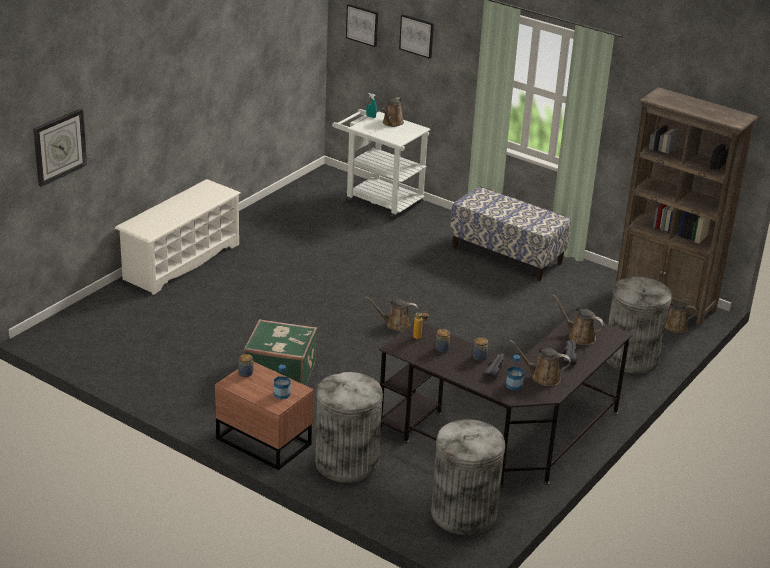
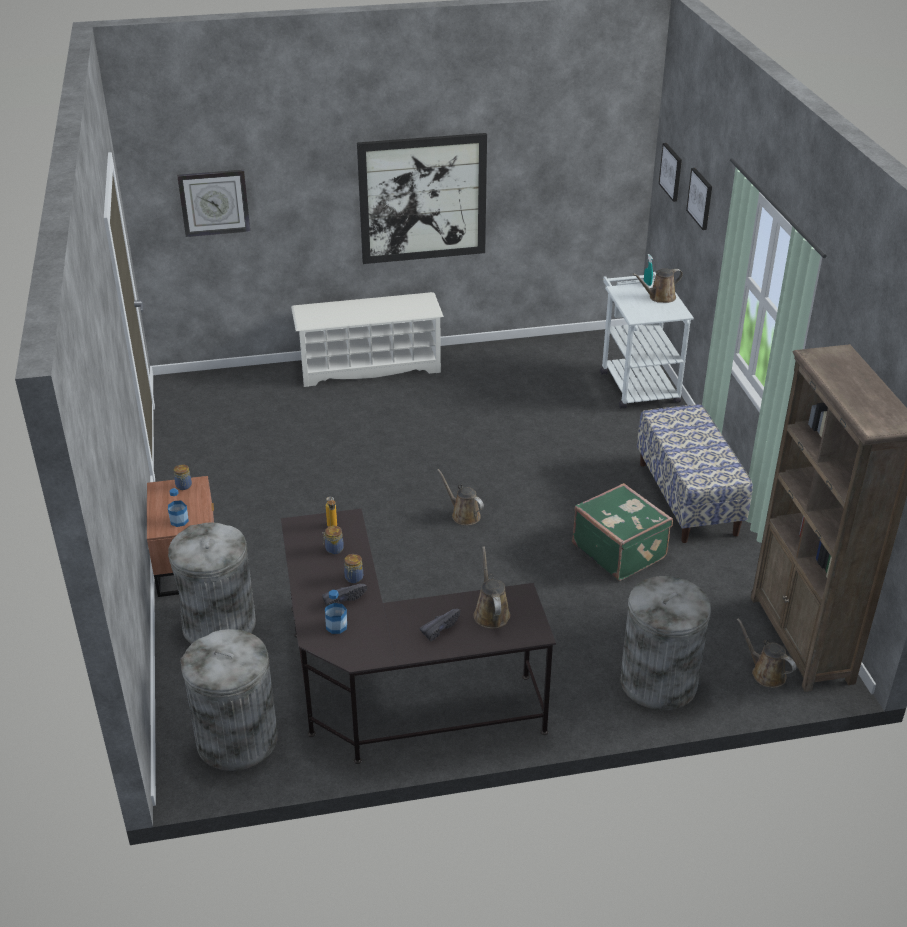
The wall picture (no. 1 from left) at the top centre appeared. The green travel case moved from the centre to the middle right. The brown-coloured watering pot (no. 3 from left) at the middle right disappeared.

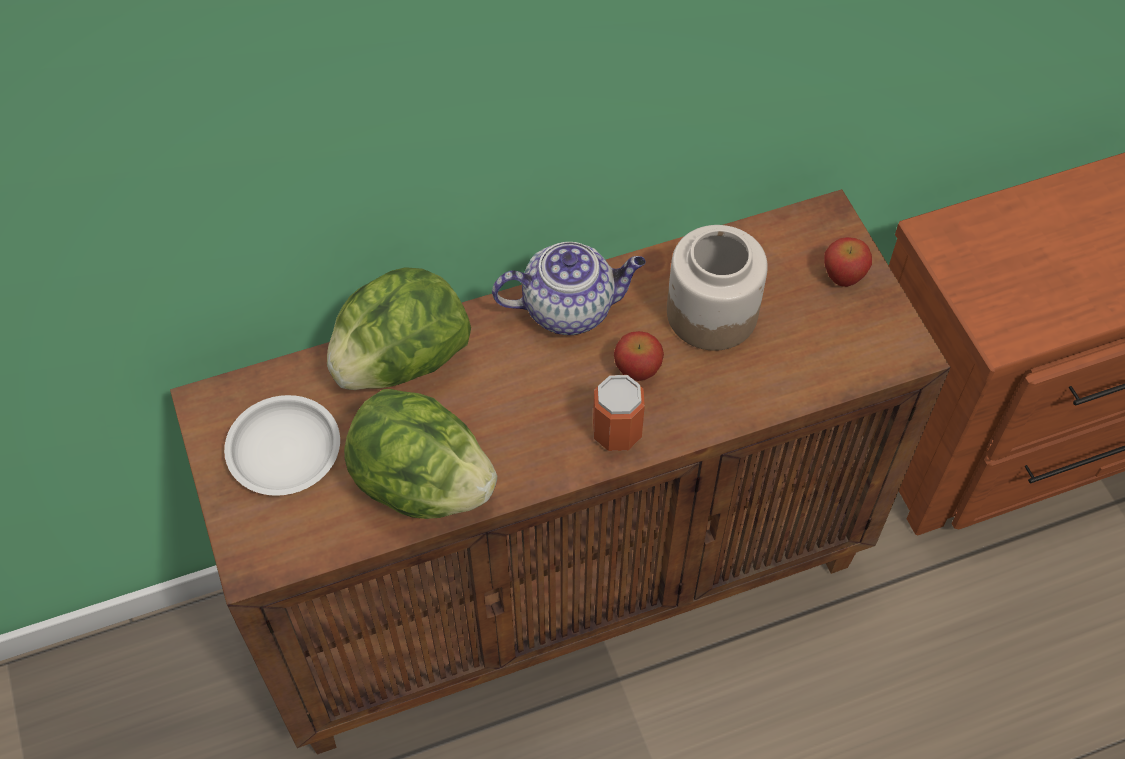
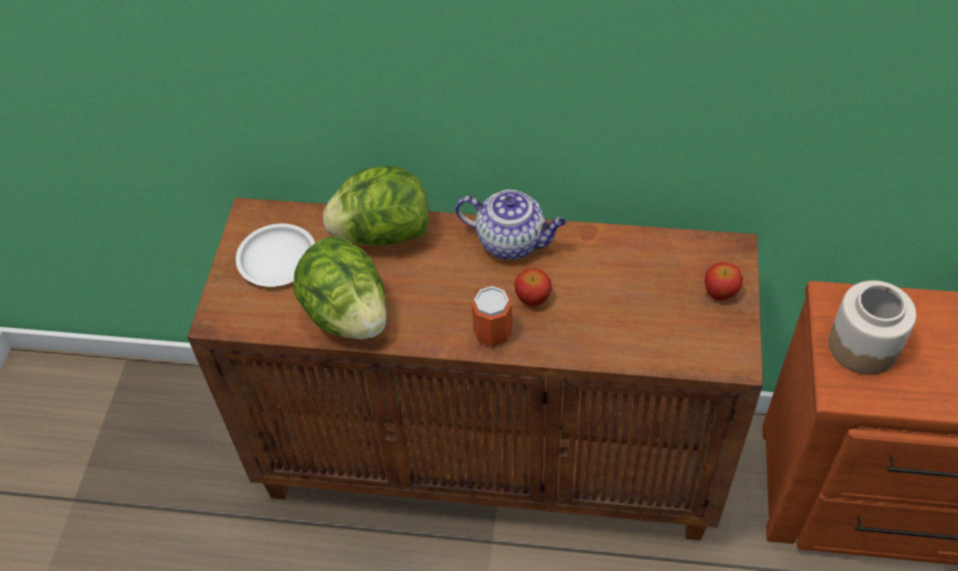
The jar moved from the centre to the middle right.

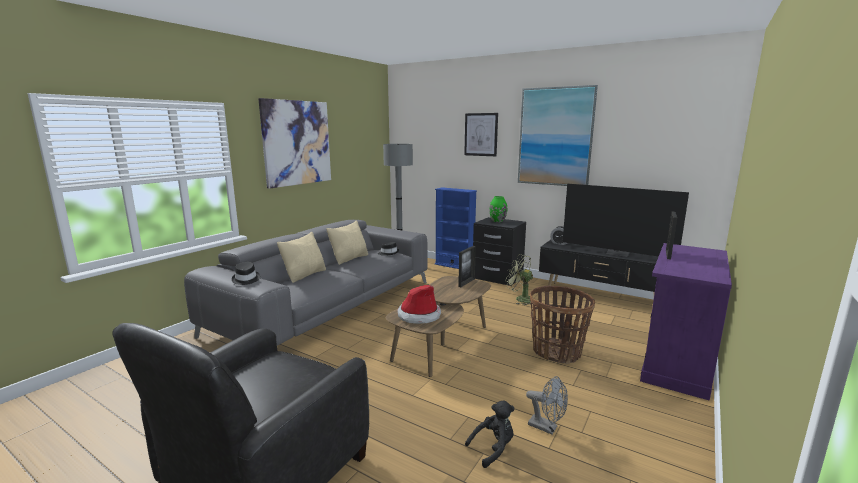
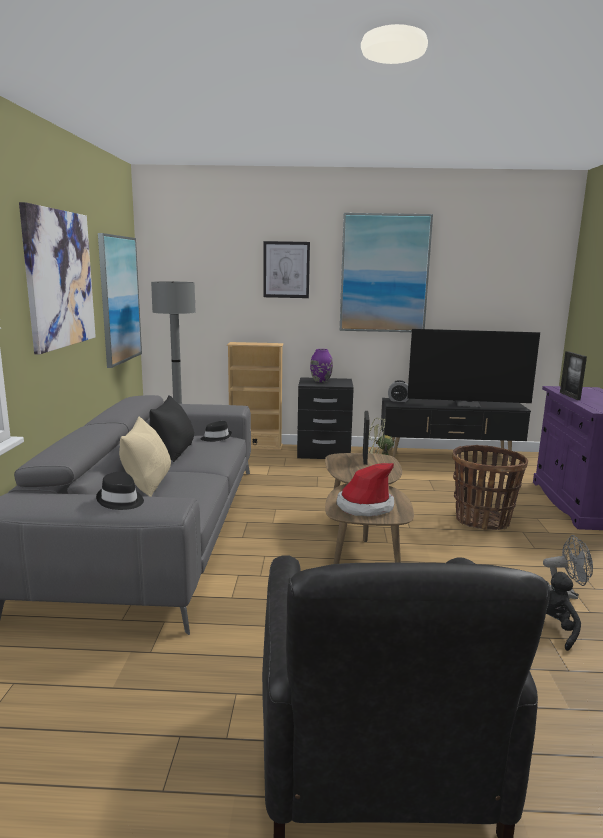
The wall picture (no. 2 from left) at the middle left appeared. The sand-coloured cushion (no. 2 from left) at the centre became the blackish cushion at the middle left. The blue shelving unit at the centre became the sand-coloured shelving unit at the centre. The green vase at the centre became the purplish vase at the centre.

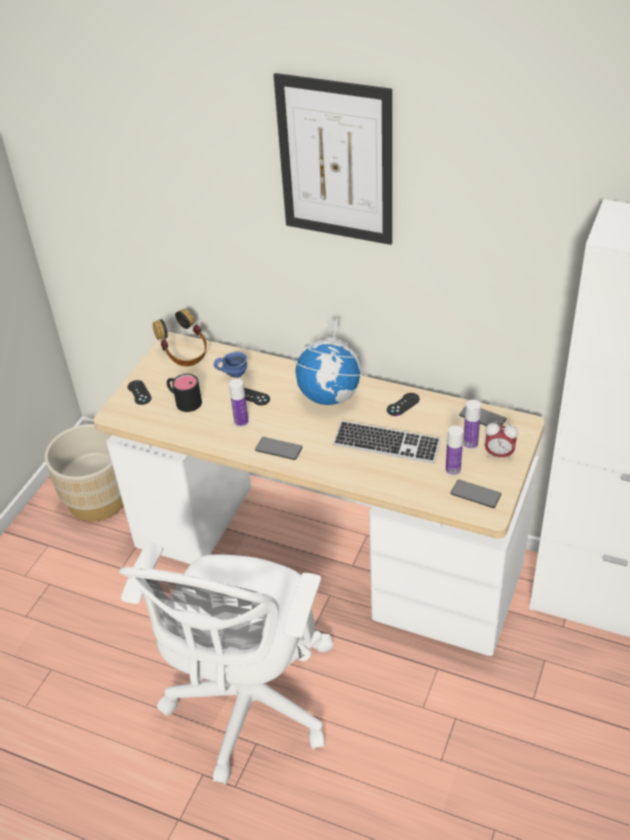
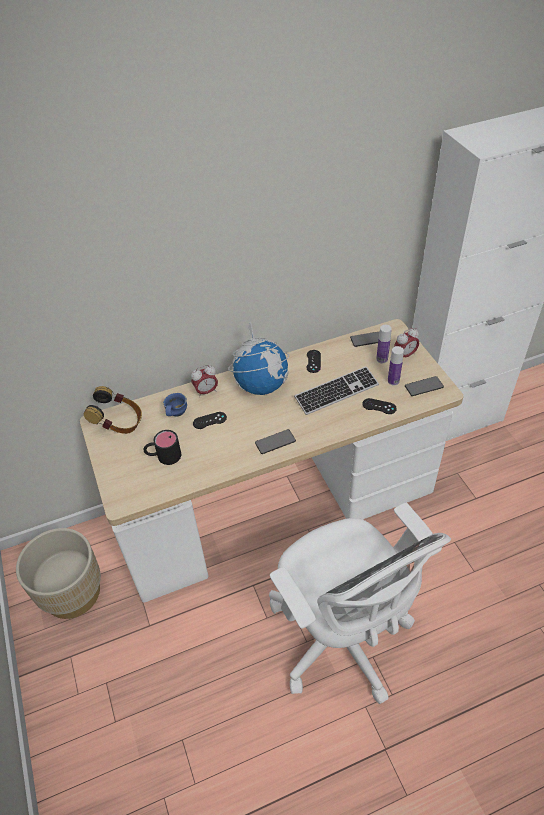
The table clock (no. 1 from left) at the centre appeared. The blackish joypad (no. 1 from left in the first image) moved from the middle left to the middle right. The bottle (no. 1 from left) at the centre disappeared. The wall picture at the top centre disappeared.

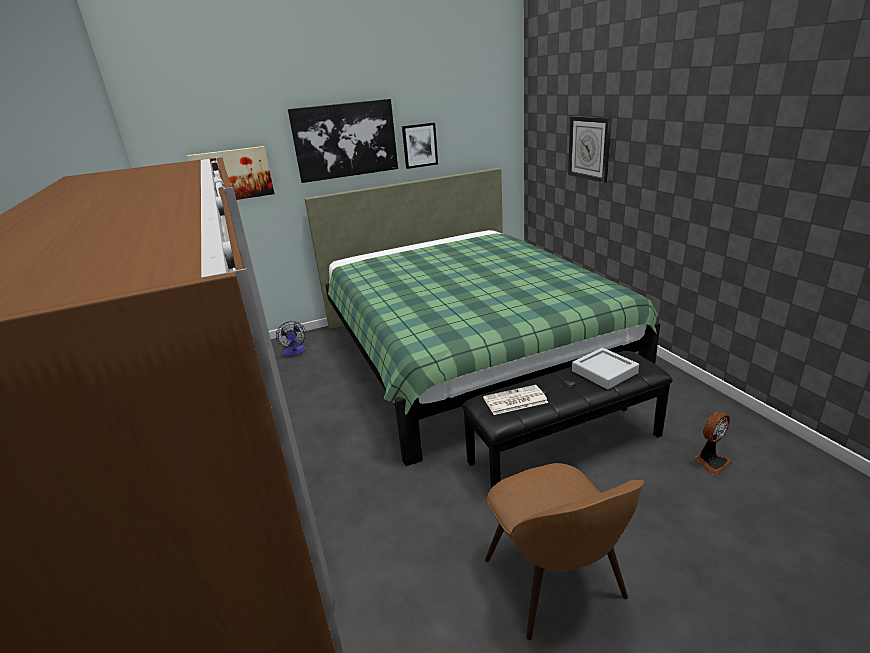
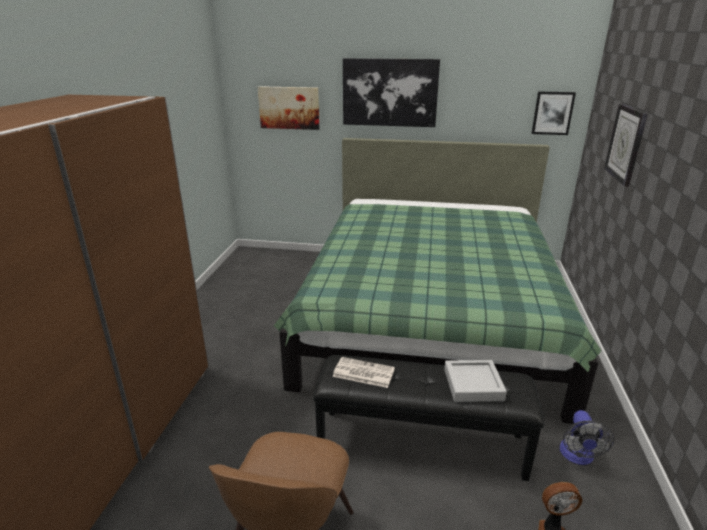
The wall picture (no. 3 from left) moved from the top centre to the top right. The electric fan (no. 1 from left in the first image) moved from the centre to the bottom right.

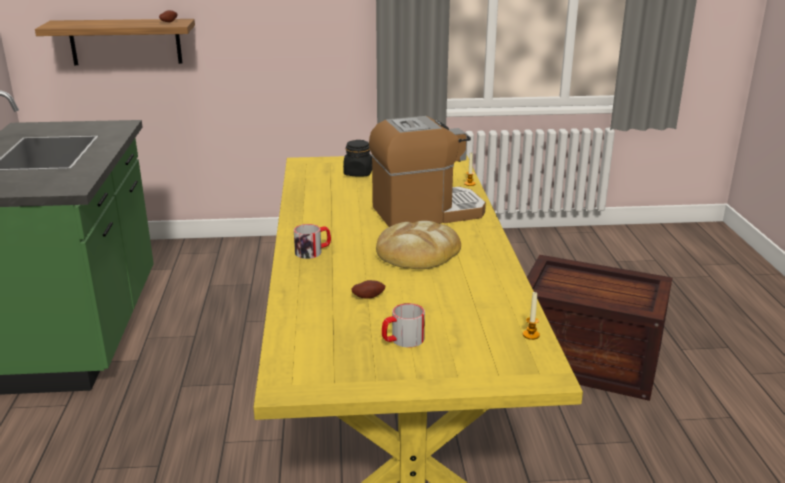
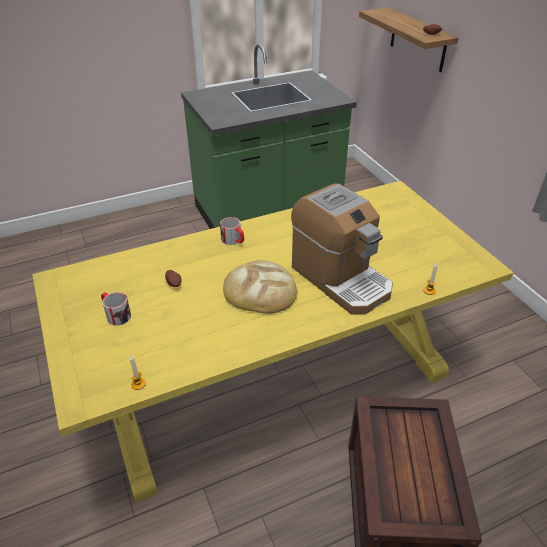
The blackish jar at the top centre disappeared.

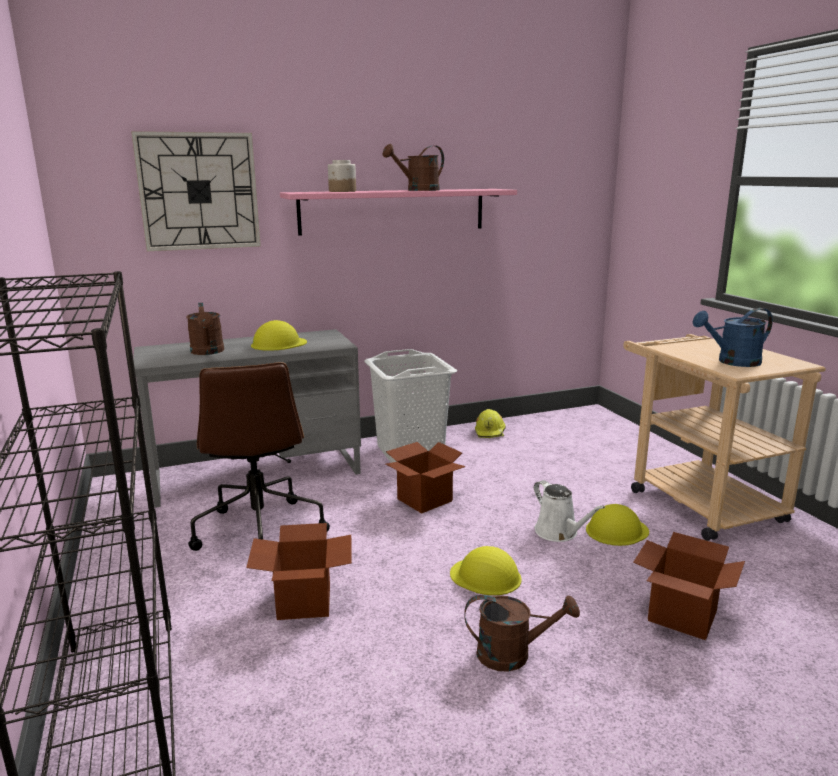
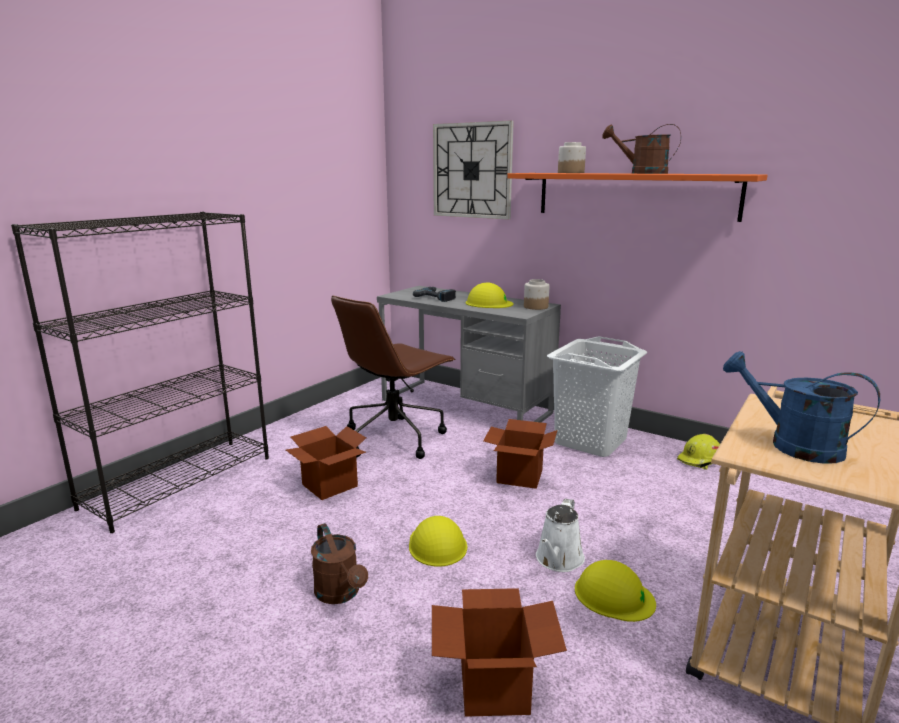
The brown-coloured watering pot (no. 1 from left) at the middle left was replaced by the power drill at the centre. The pink bracket shelf at the top centre became the orangey bracket shelf at the top right. The jar (no. 1 from left) at the centre appeared.

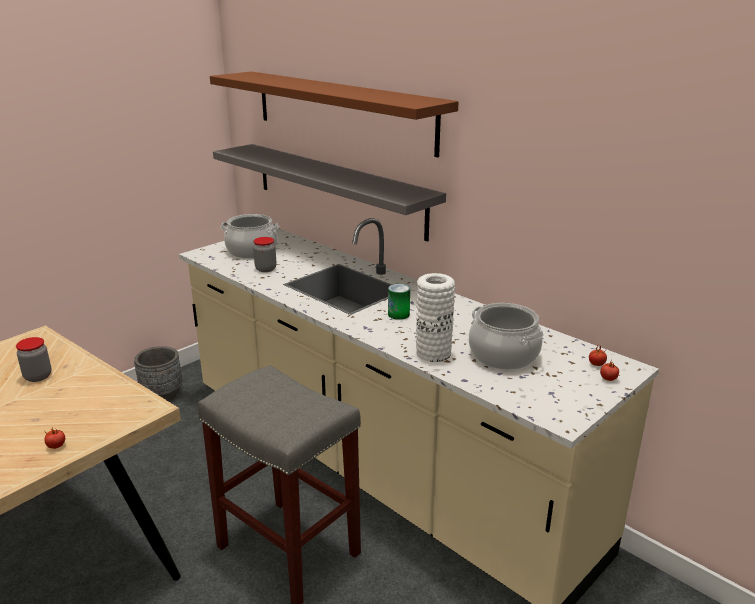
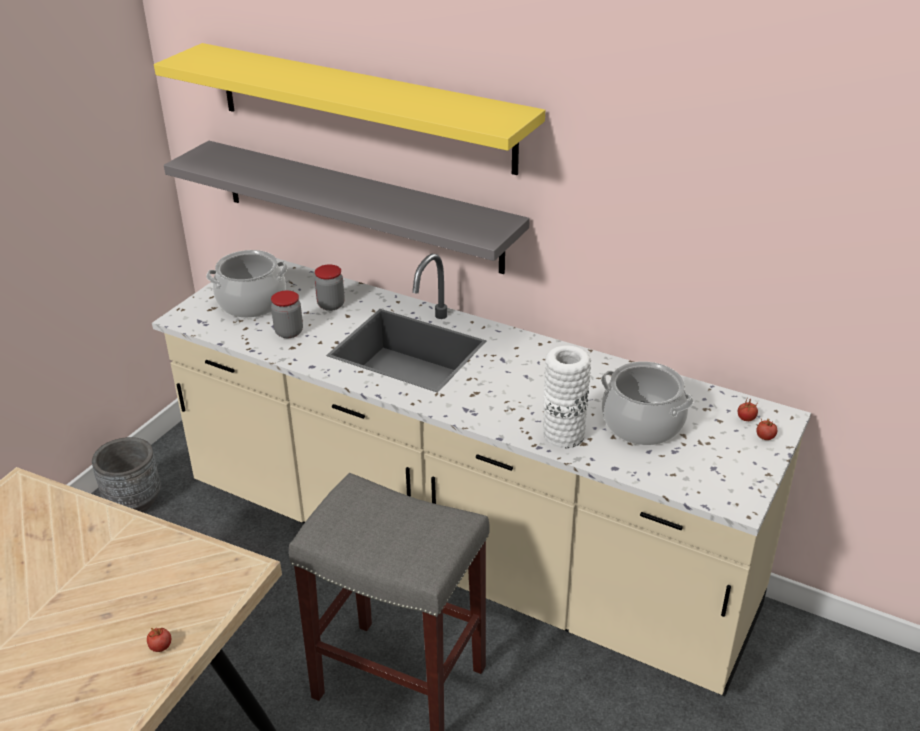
The brown-coloured bracket shelf at the top centre became the yellow-coloured bracket shelf at the top centre. The jar (no. 1 from left in the first image) moved from the middle left to the centre. The sealed can at the centre disappeared.

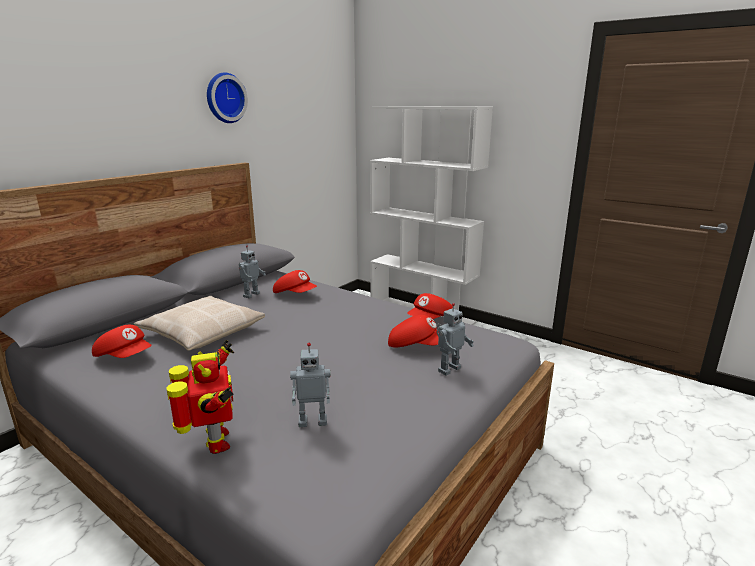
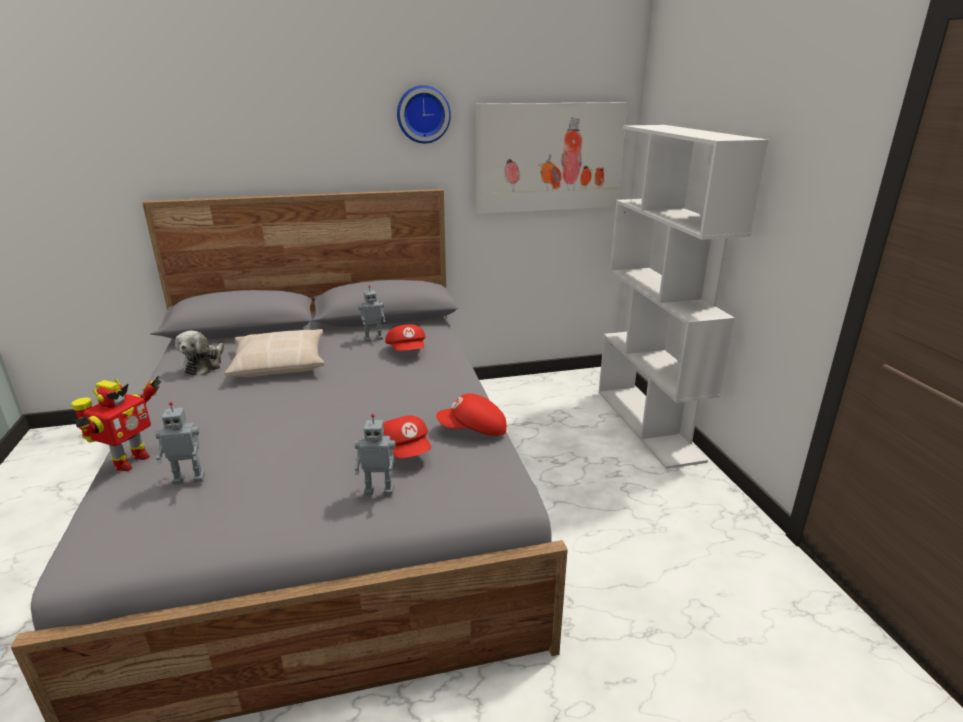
The model robot (no. 3 from left in the first image) at the bottom centre turned 45 degrees counterclockwise. The red-coloured cap (no. 1 from left) at the middle left was replaced by the soft toy at the middle left. The wall picture at the top centre appeared.

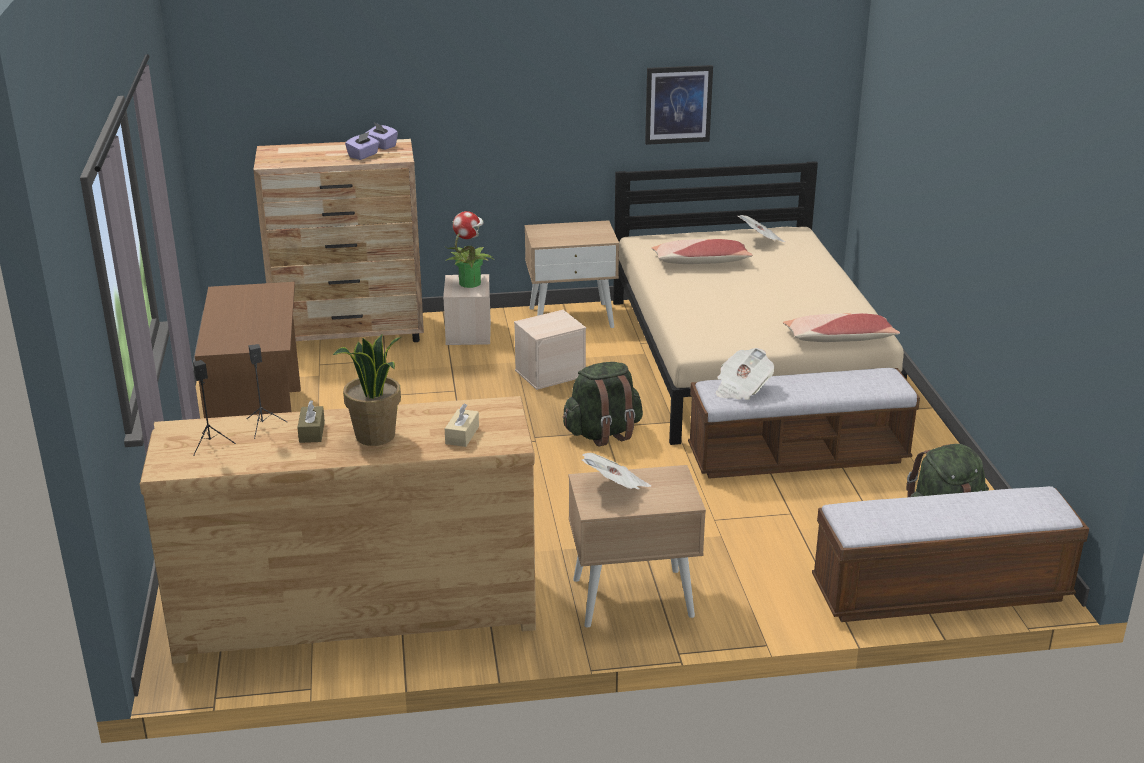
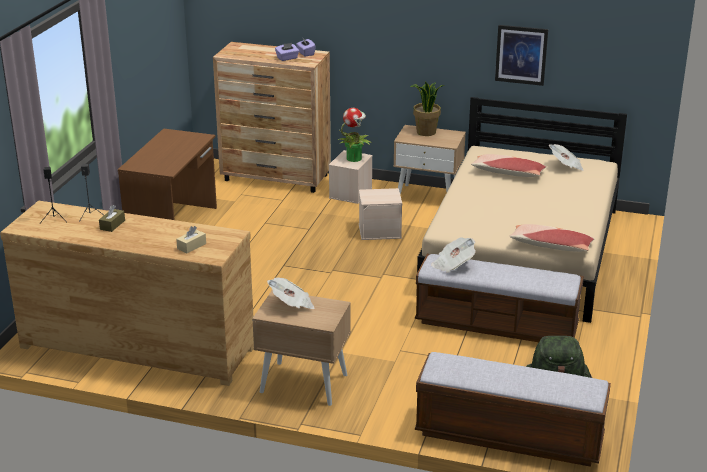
The houseplant (no. 1 from left in the first image) moved from the middle left to the top centre. The green backpack (no. 1 from left) at the centre disappeared.

